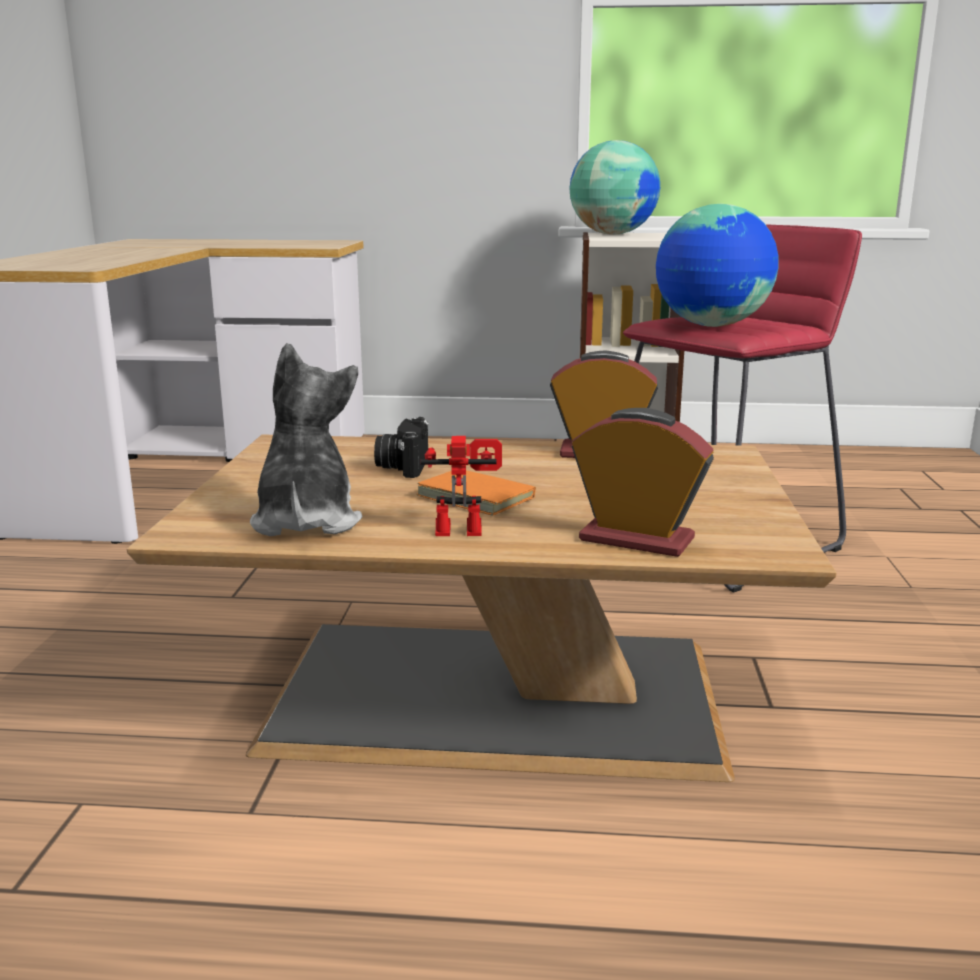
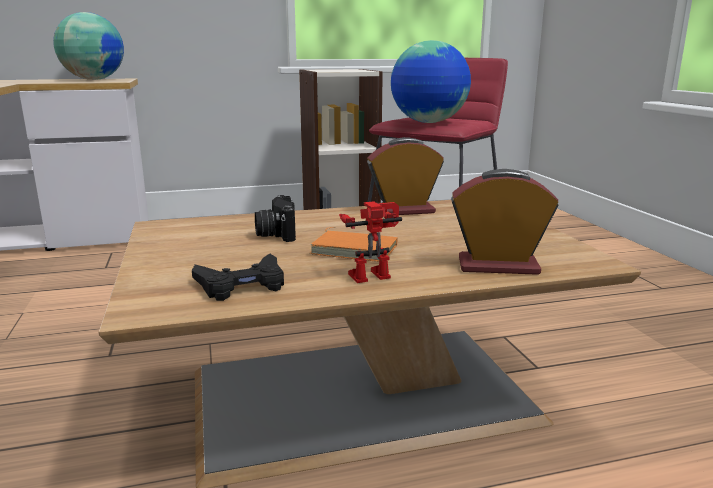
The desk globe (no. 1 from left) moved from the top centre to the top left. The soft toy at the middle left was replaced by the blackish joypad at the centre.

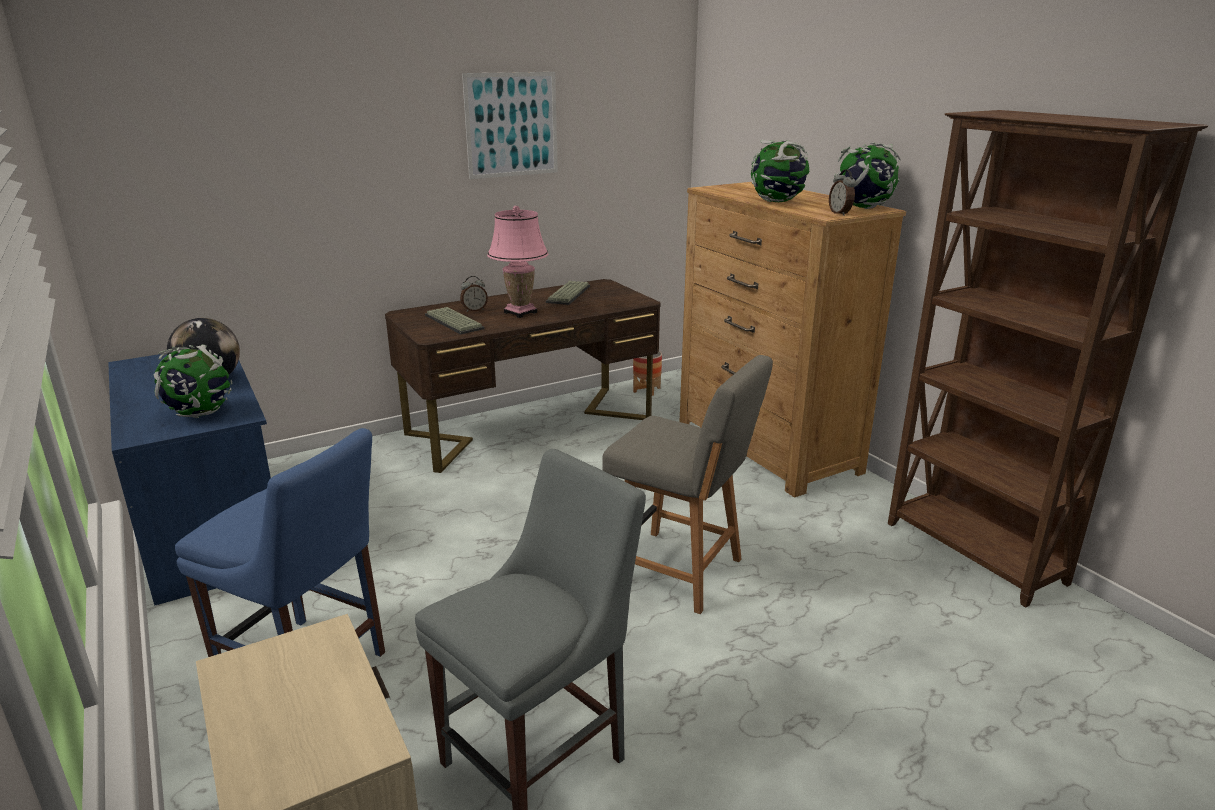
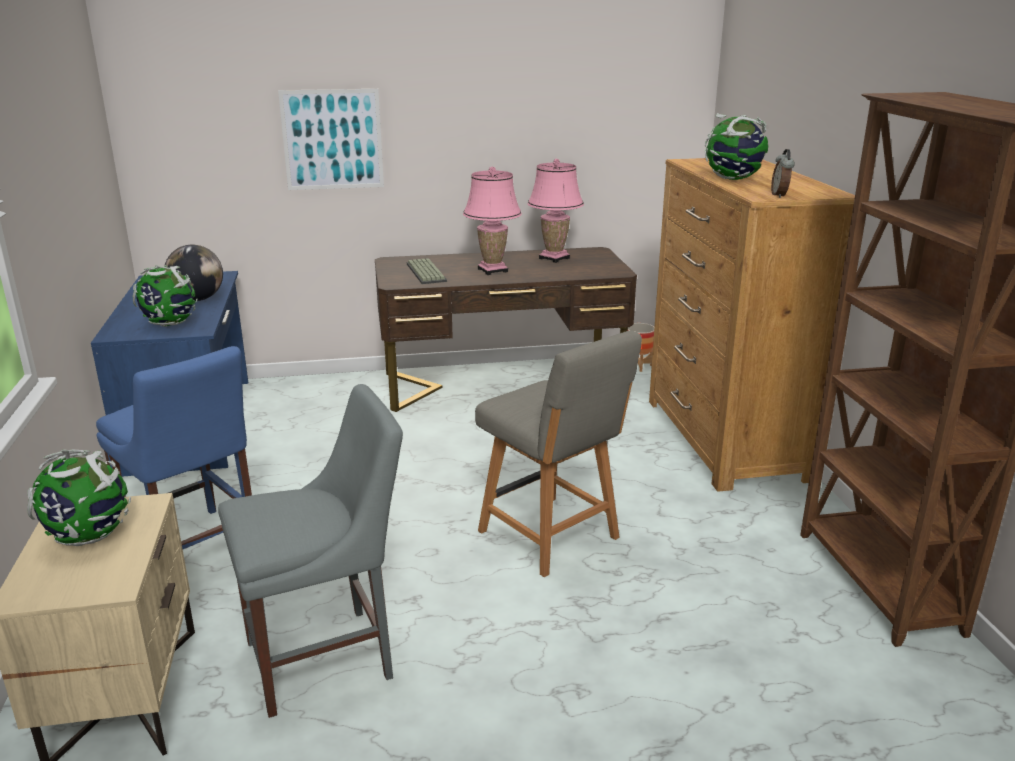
The desk globe (no. 4 from left in the first image) moved from the top right to the middle left. The wall picture moved from the top centre to the top left. The computer keyboard (no. 2 from left) at the centre was replaced by the pink lamp for a table (no. 2 from left) at the top centre. The table clock (no. 1 from left) at the centre disappeared.

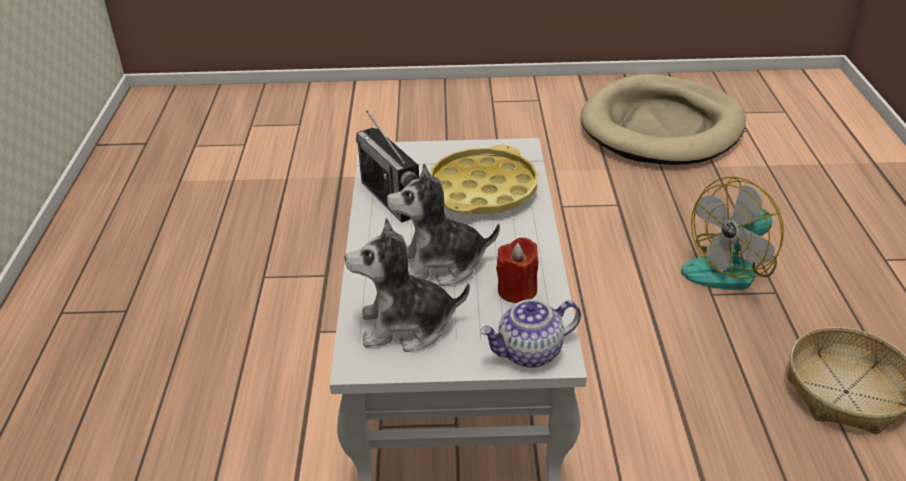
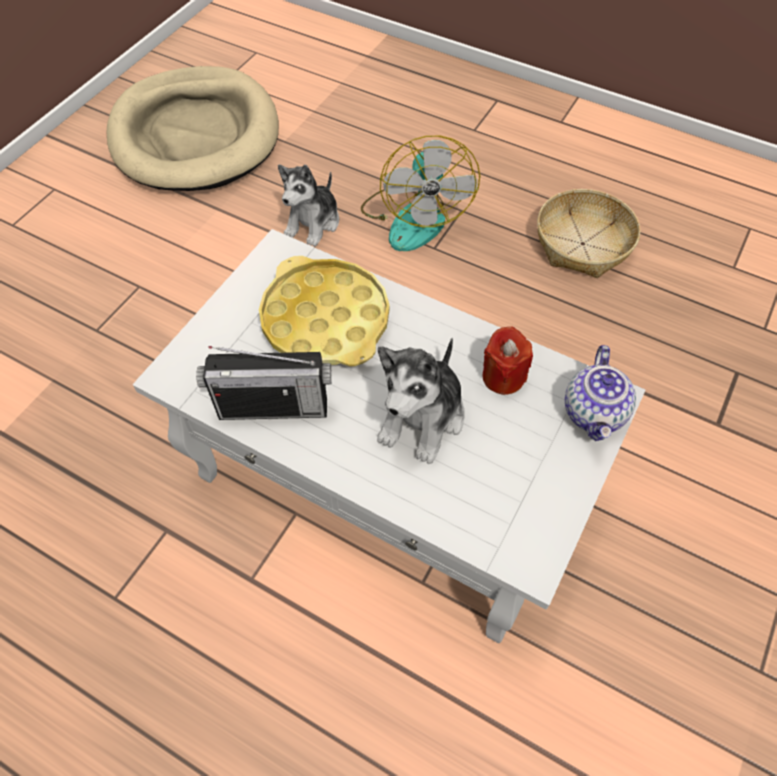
The soft toy (no. 1 from left) moved from the centre to the top centre.

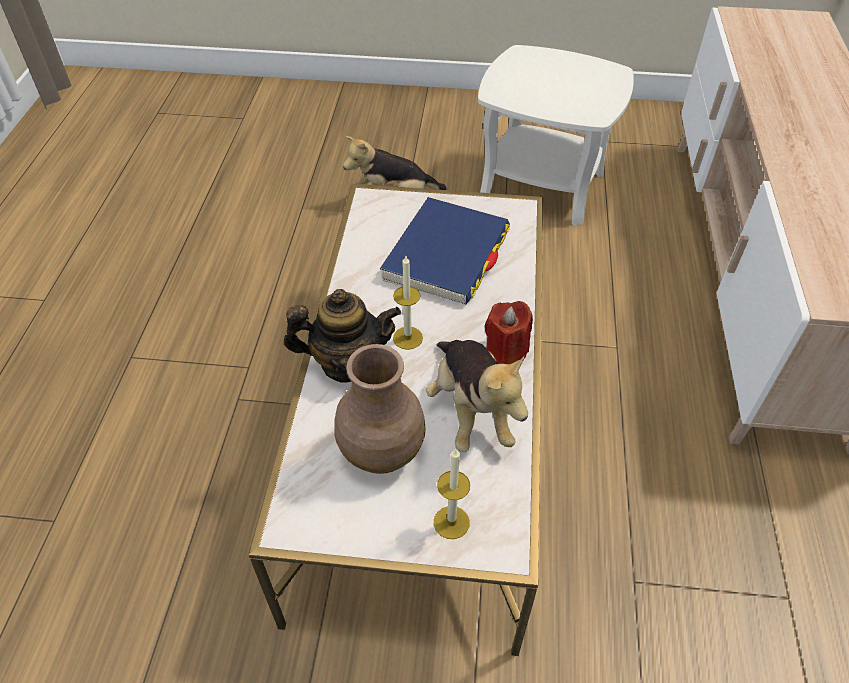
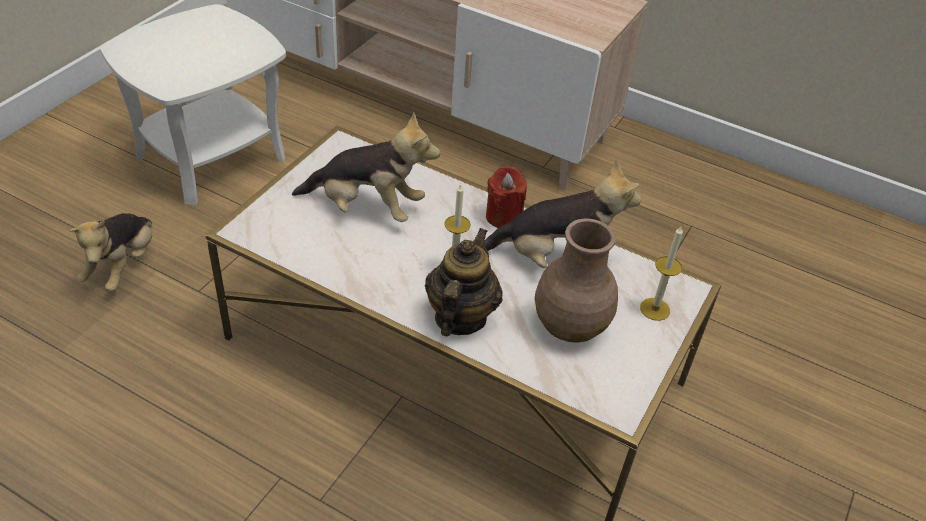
The blue bound book at the centre was replaced by the soft toy (no. 2 from left) at the top centre.

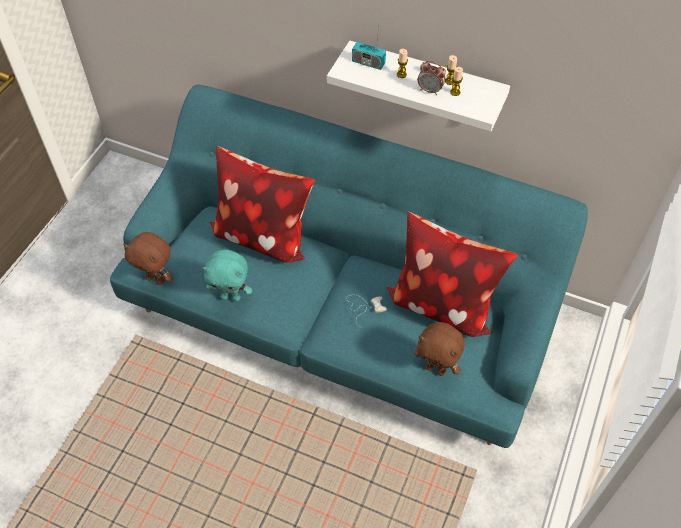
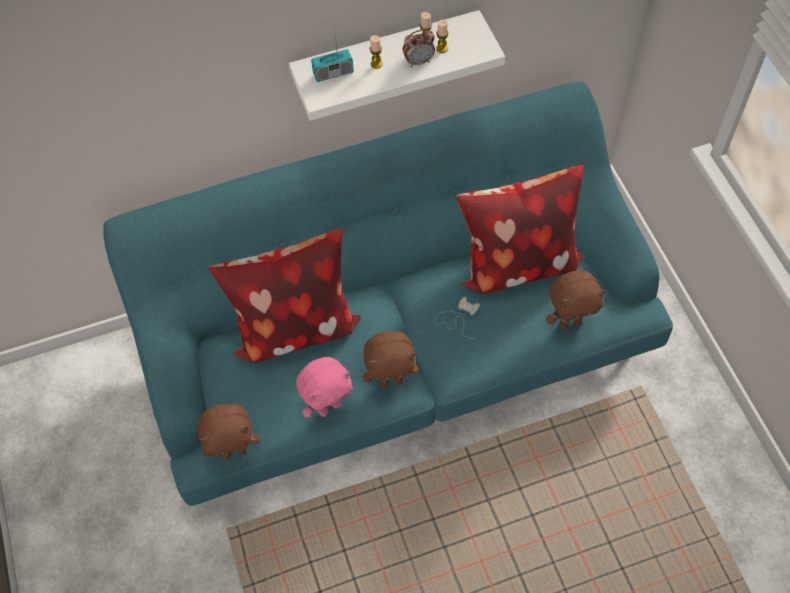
The turquoise-coloured soft toy at the centre became the pink soft toy at the centre. The brown-coloured soft toy (no. 2 from left) at the centre appeared.

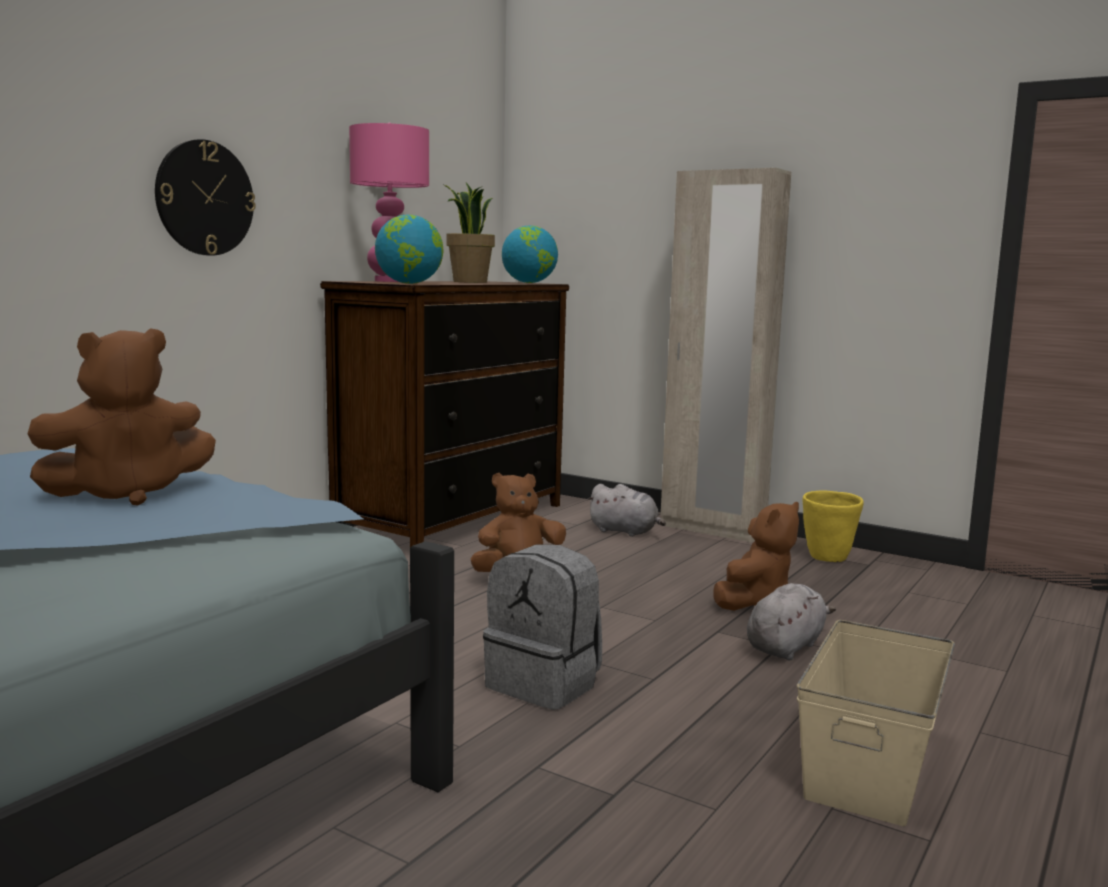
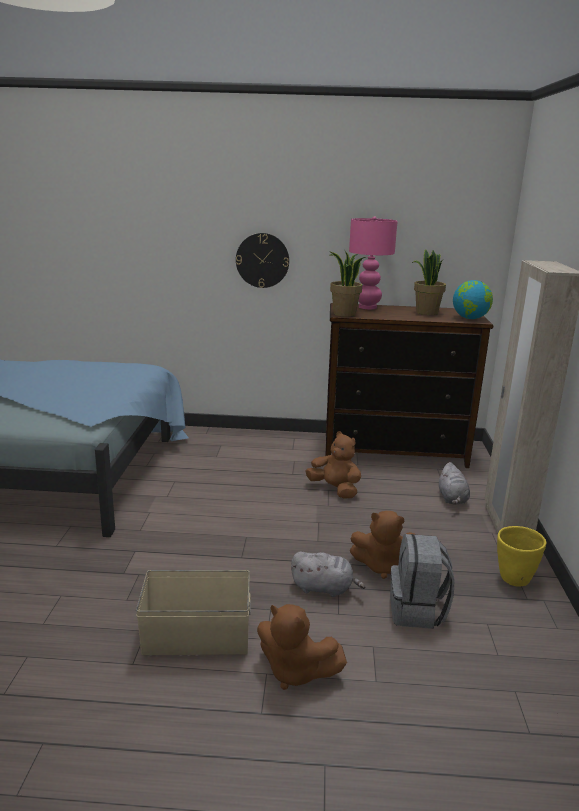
The brown-coloured soft toy (no. 1 from left) moved from the middle left to the bottom centre. The desk globe (no. 1 from left) at the top centre was replaced by the houseplant (no. 1 from left) at the centre. The gray backpack moved from the bottom centre to the bottom right.

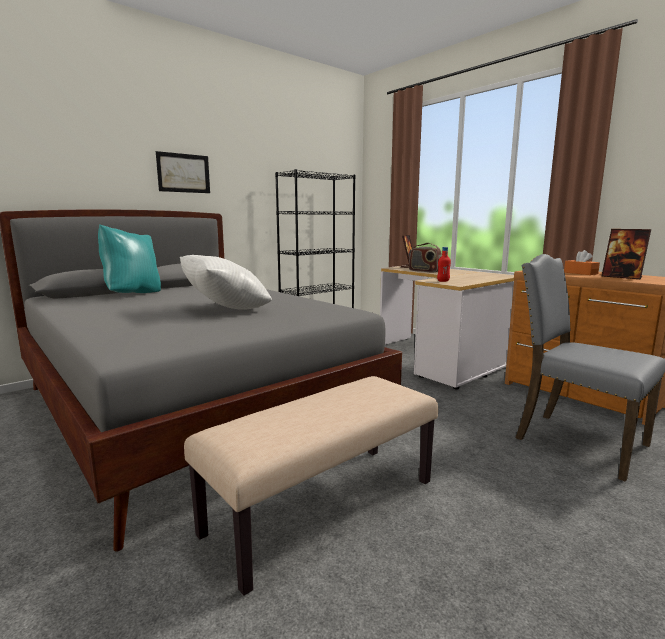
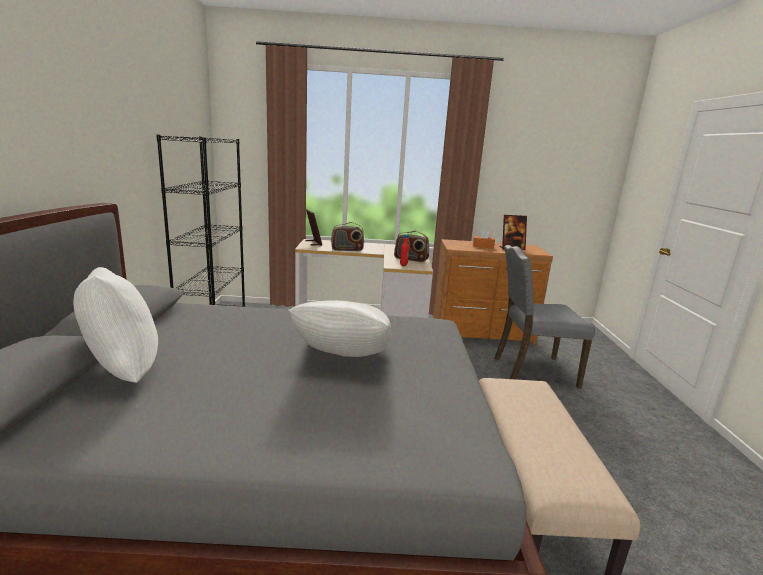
The turquoise-coloured cushion at the middle left became the white cushion (no. 1 from left) at the middle left. The radio set (no. 2 from left) at the centre appeared. The wall picture at the top left disappeared.

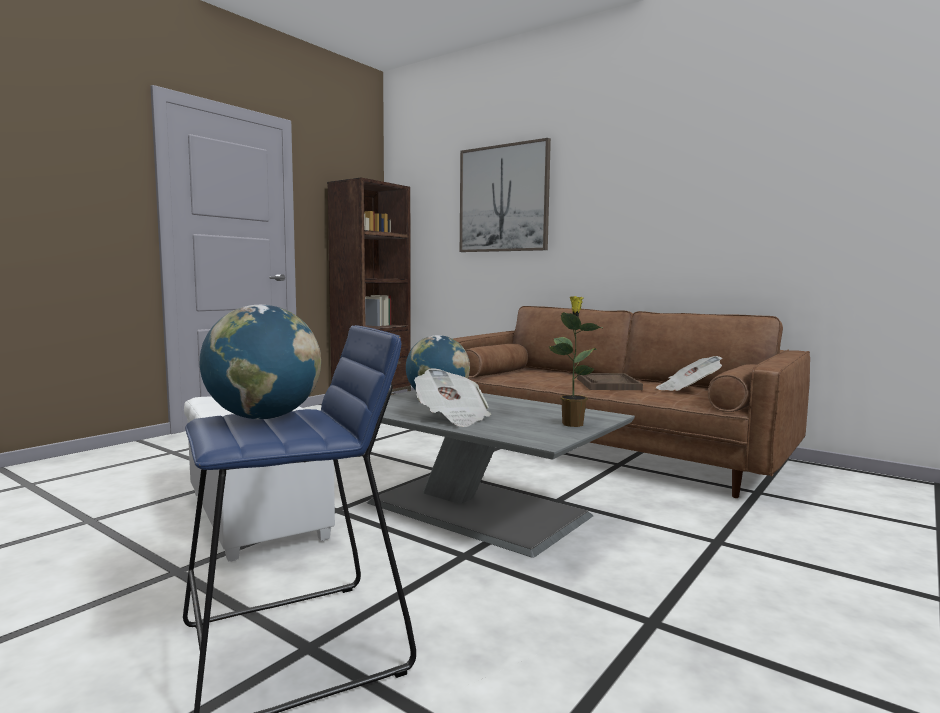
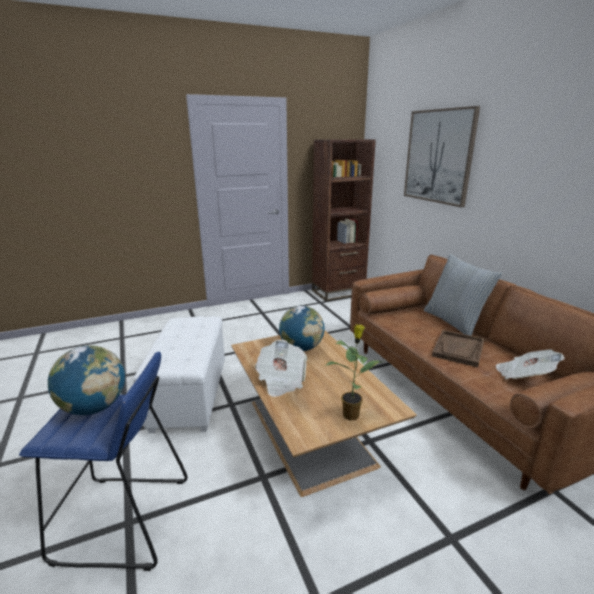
The gray lounge table at the centre became the brown-coloured lounge table at the bottom centre. The cushion at the middle right appeared.

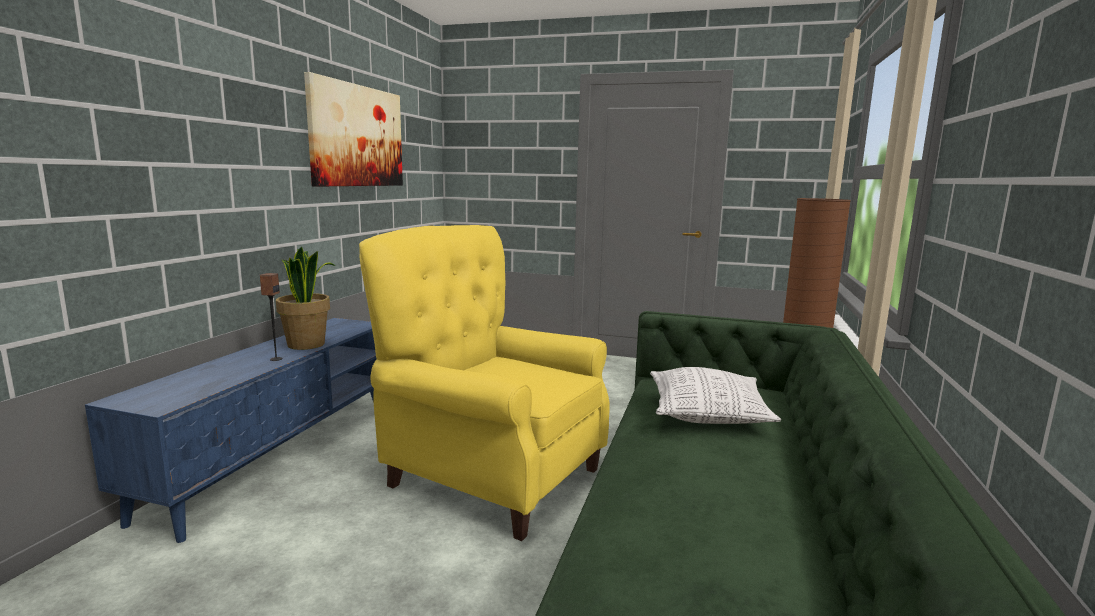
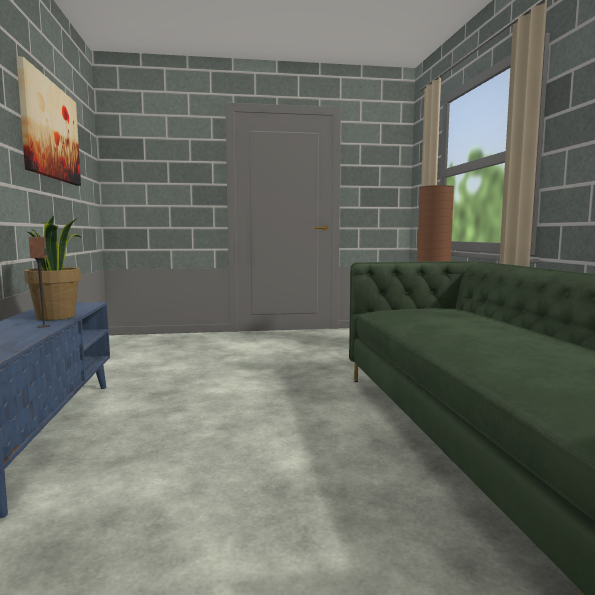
The yellow-coloured easy chair at the centre disappeared. The cushion at the centre disappeared.

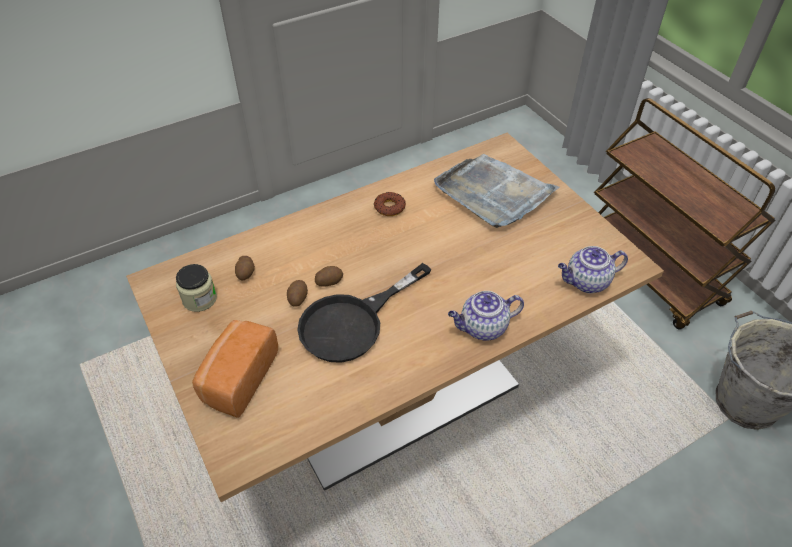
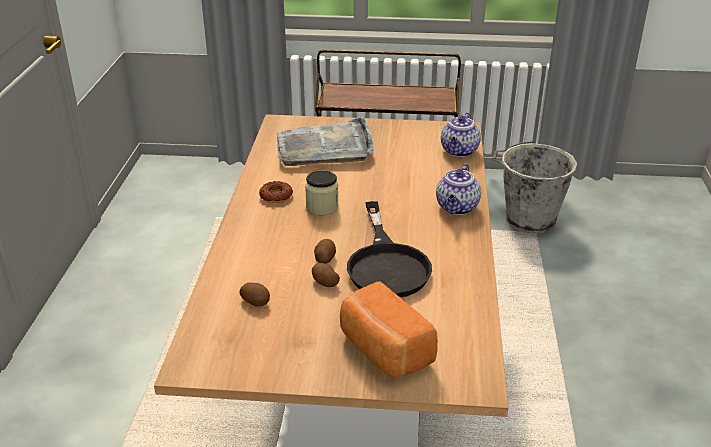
The jar moved from the middle left to the centre.

